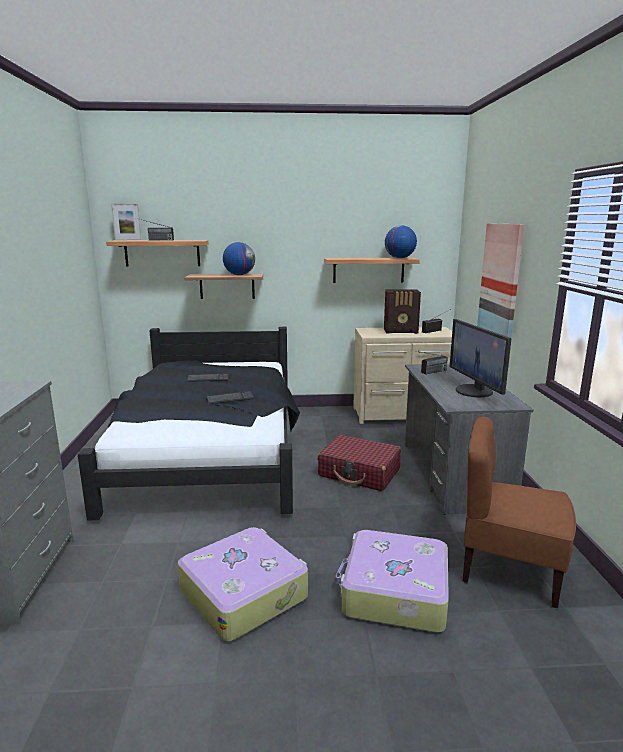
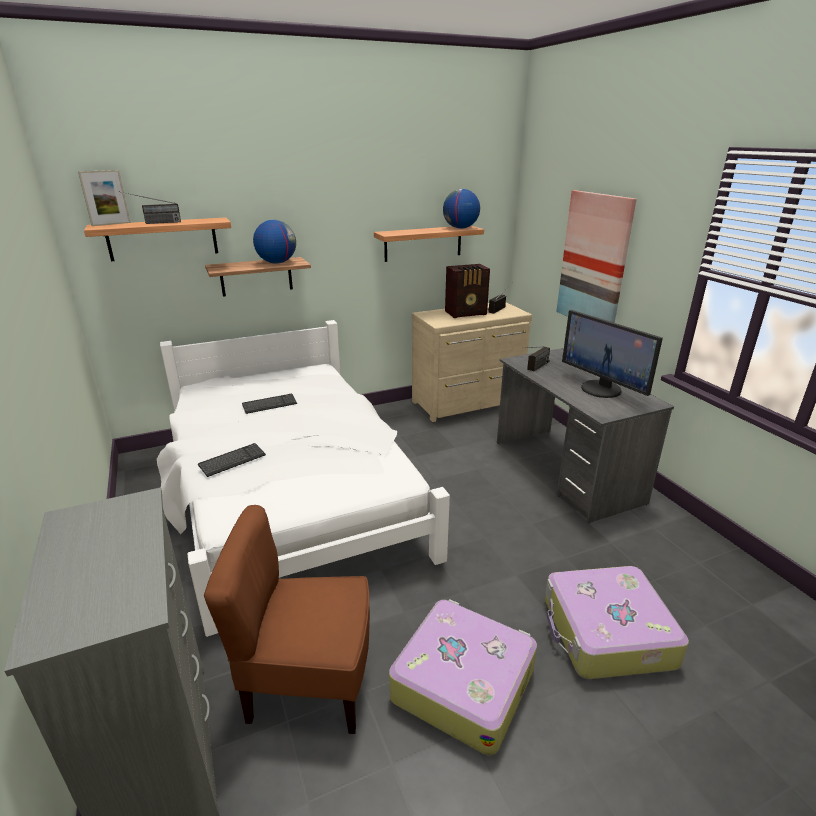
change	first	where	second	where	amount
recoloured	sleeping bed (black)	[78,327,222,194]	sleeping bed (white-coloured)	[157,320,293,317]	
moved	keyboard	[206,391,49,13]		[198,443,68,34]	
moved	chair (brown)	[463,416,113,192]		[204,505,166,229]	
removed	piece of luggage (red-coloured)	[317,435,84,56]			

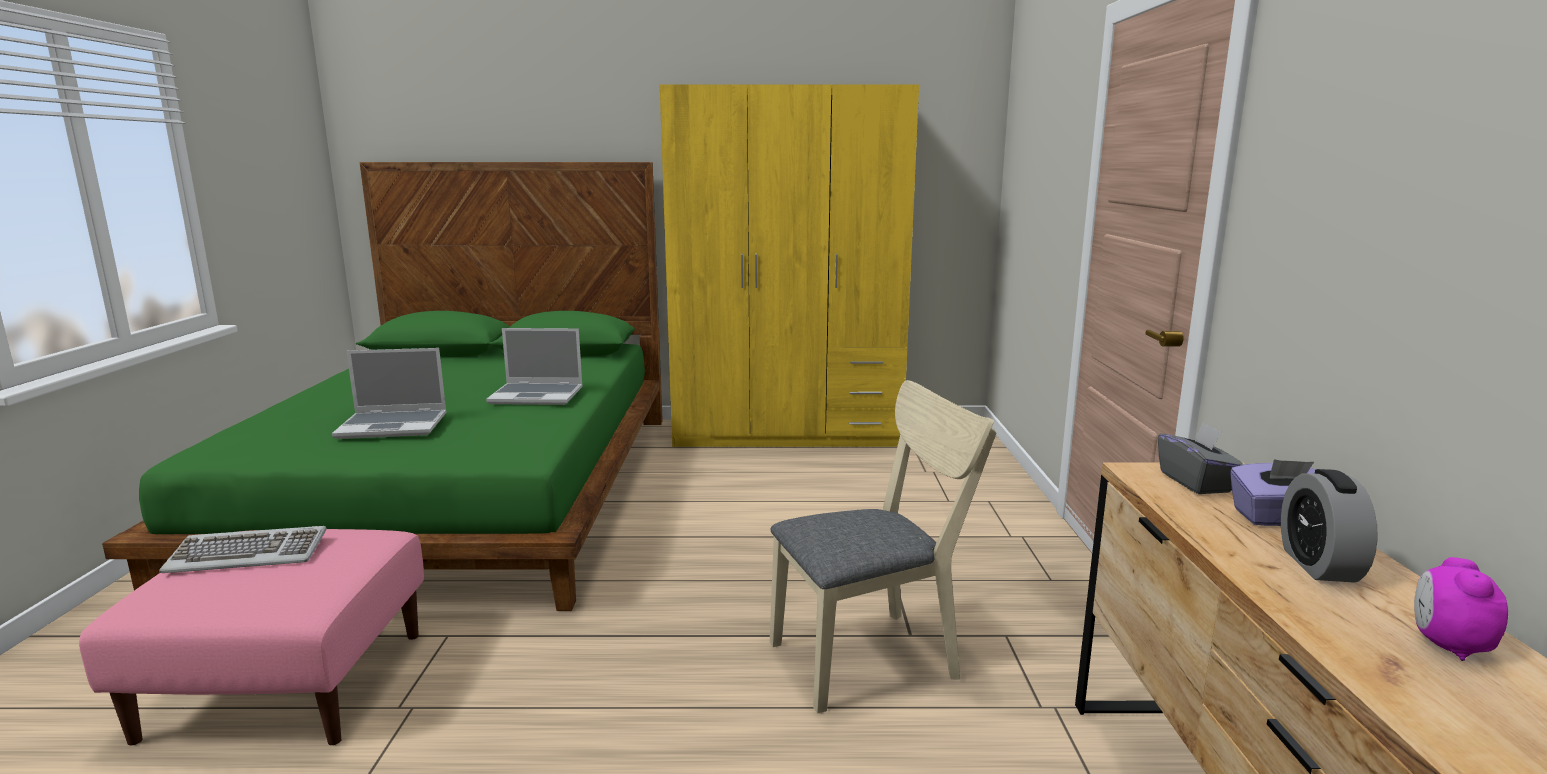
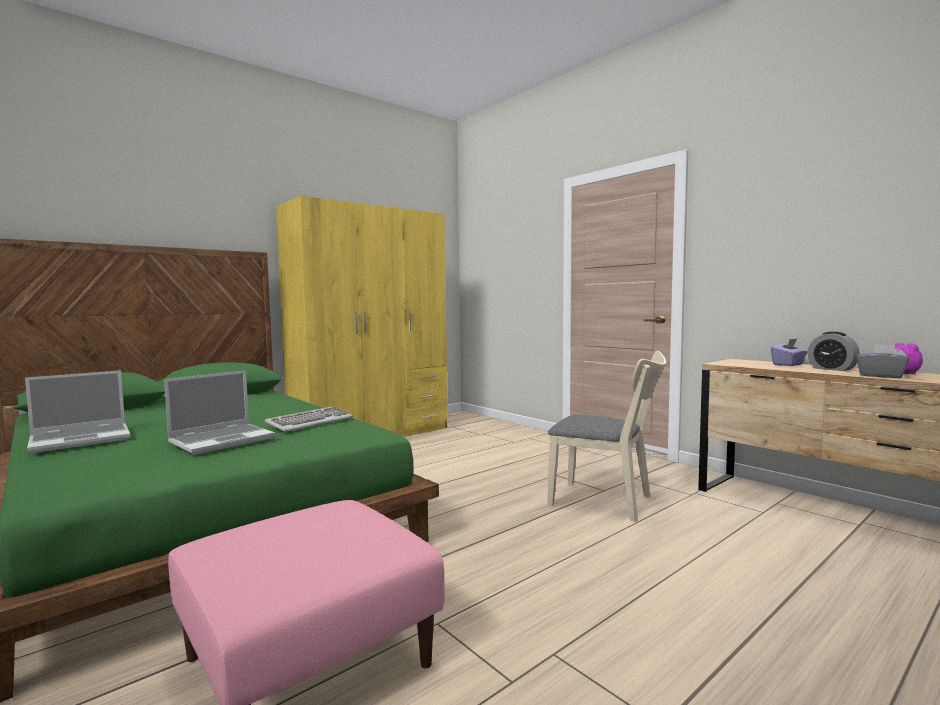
change	first	where	second	where	amount
moved	portable computer	[486,328,97,77]		[25,370,105,83]	
turned	chair (sand-coloured)	[770,380,226,334]		[547,351,119,171]	90 degrees clockwise
moved	box of tissues (grey)	[1158,422,86,72]		[856,344,53,34]	
moved	keyboard	[159,526,168,47]		[265,407,88,25]	

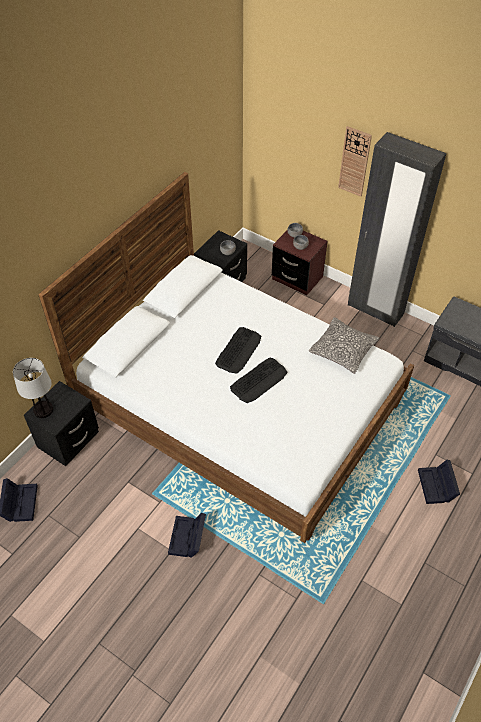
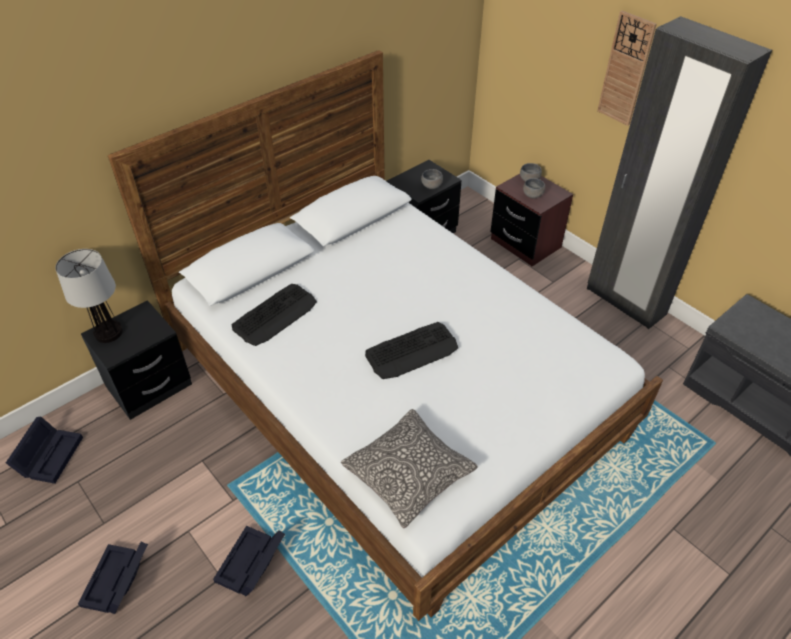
change	first	where	second	where	amount
moved	cushion	[308,317,71,57]		[341,409,137,119]	
moved	keyboard	[215,327,46,47]		[232,284,85,62]	
moved	storage container (black)	[418,460,42,44]		[78,542,70,72]	

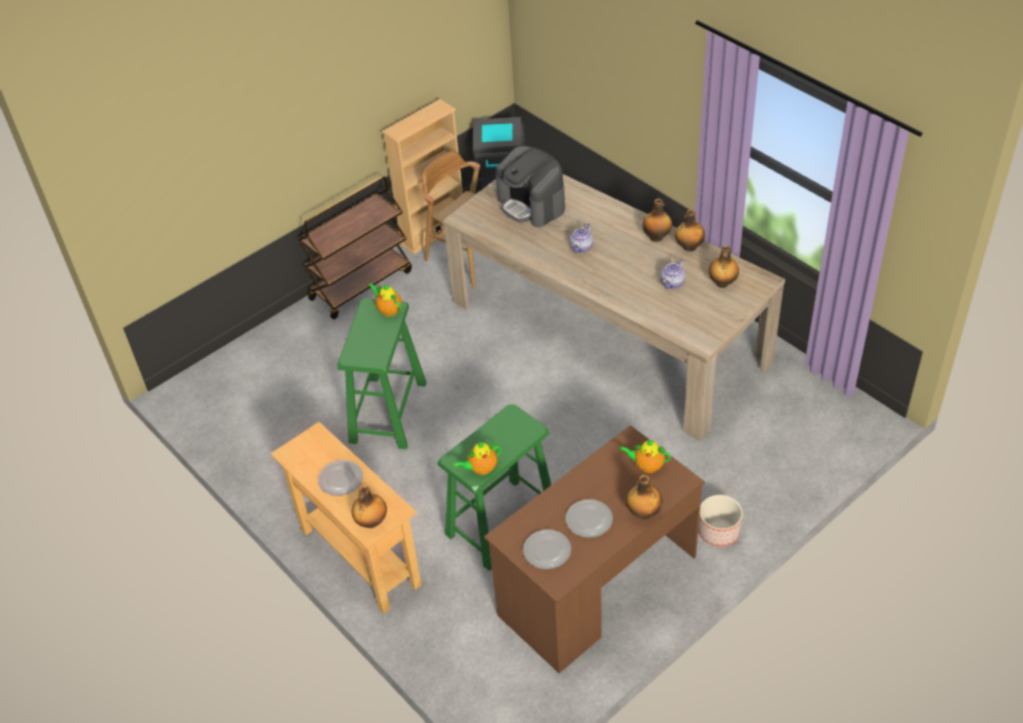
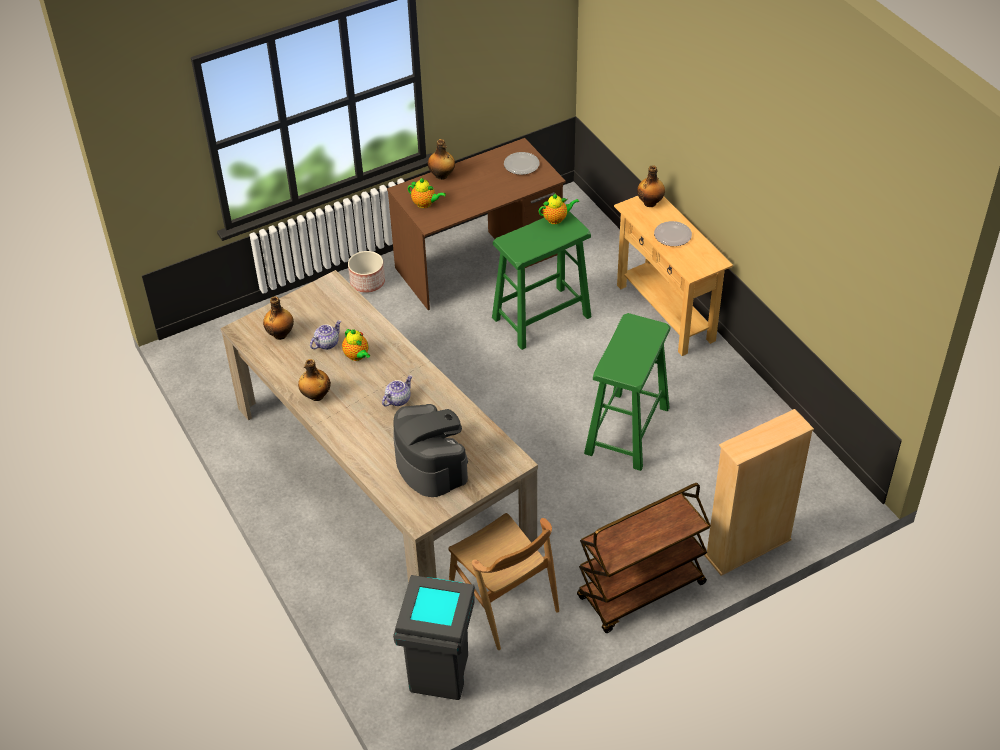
change	first	where	second	where	amount
moved	bookcase (sand-coloured)	[382,99,81,155]		[704,409,110,167]	
removed	drink bottle	[675,209,30,43]			
moved	teapot	[368,283,34,34]		[342,328,28,33]	
removed	dinner plate	[566,499,47,39]			

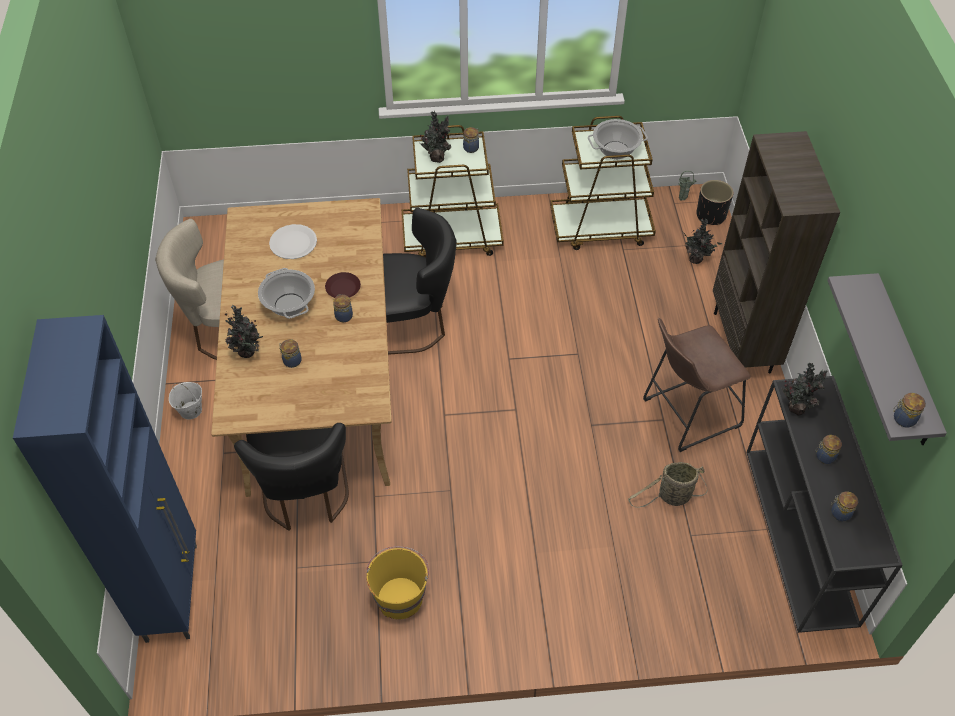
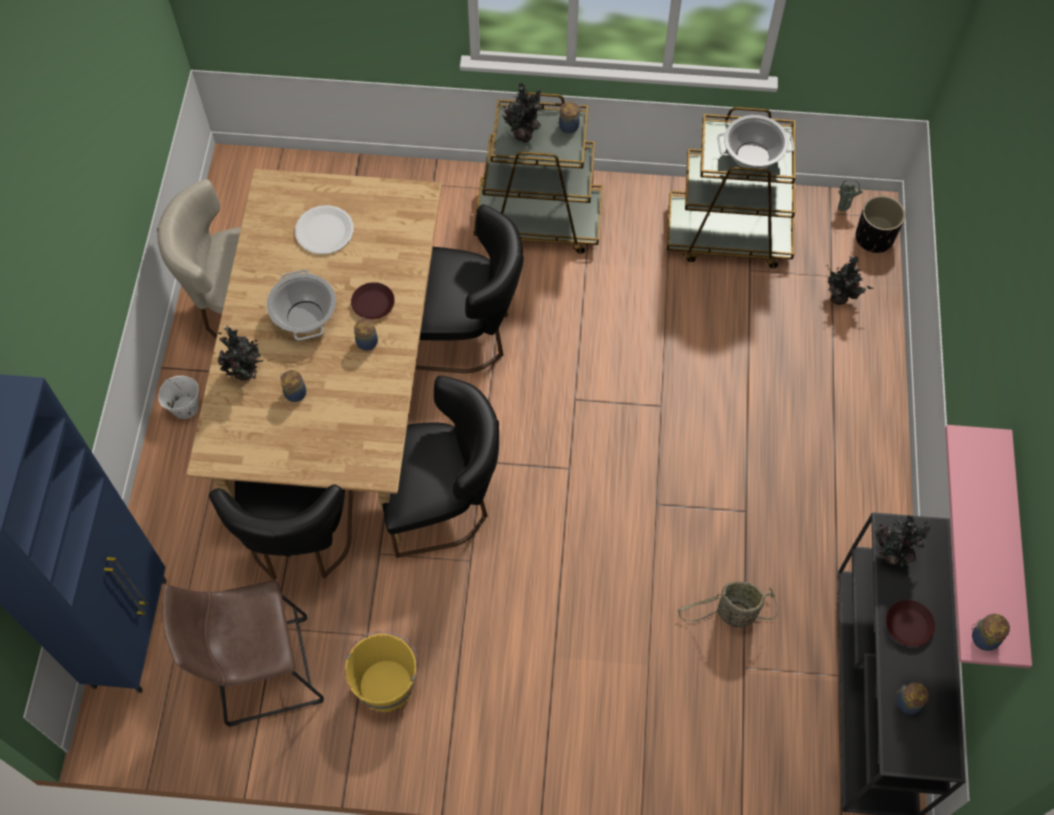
change	first	where	second	where	amount
removed	bookcase (brown)	[713,131,127,242]			
recoloured	bracket shelf (grey)	[827,273,120,172]	bracket shelf (pink-coloured)	[945,425,87,243]	
moved	sitting stool (brown)	[643,318,108,134]		[163,581,161,146]	
replaced	preserve jar	[816,435,26,29]	dinner plate (brown)	[886,600,49,47]	
added			chair (black)	[382,376,117,182]	

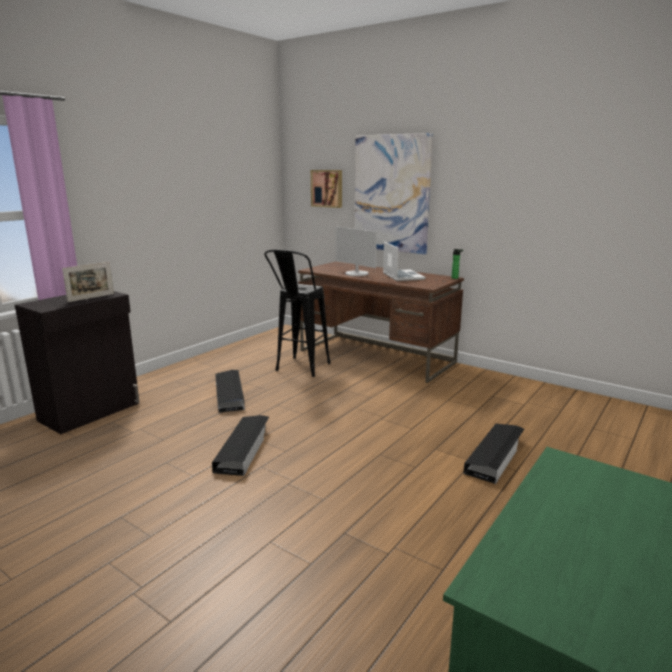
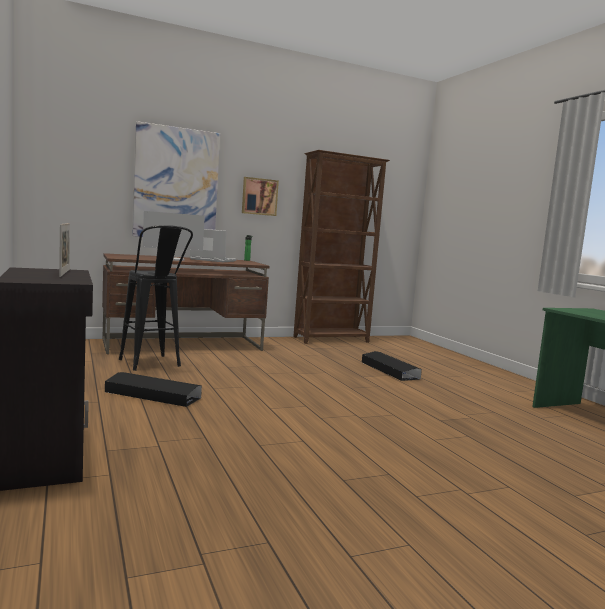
change	first	where	second	where	amount
moved	picture	[311,170,31,38]		[242,177,37,39]	
removed	storage container (black)	[212,415,57,61]			
added			bookcase (brown)	[293,150,97,194]	

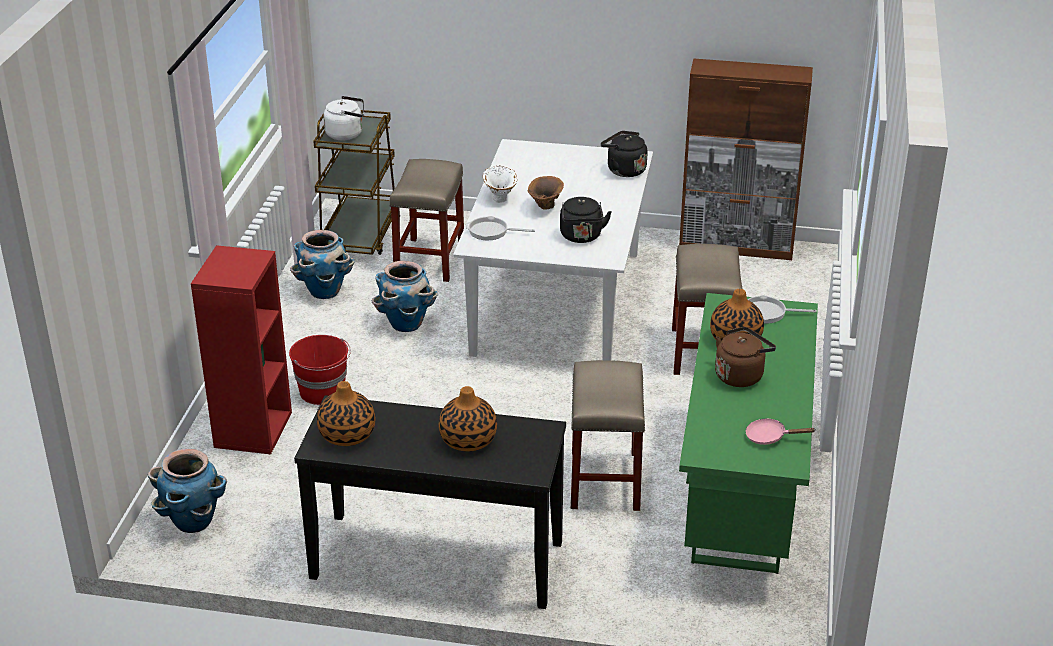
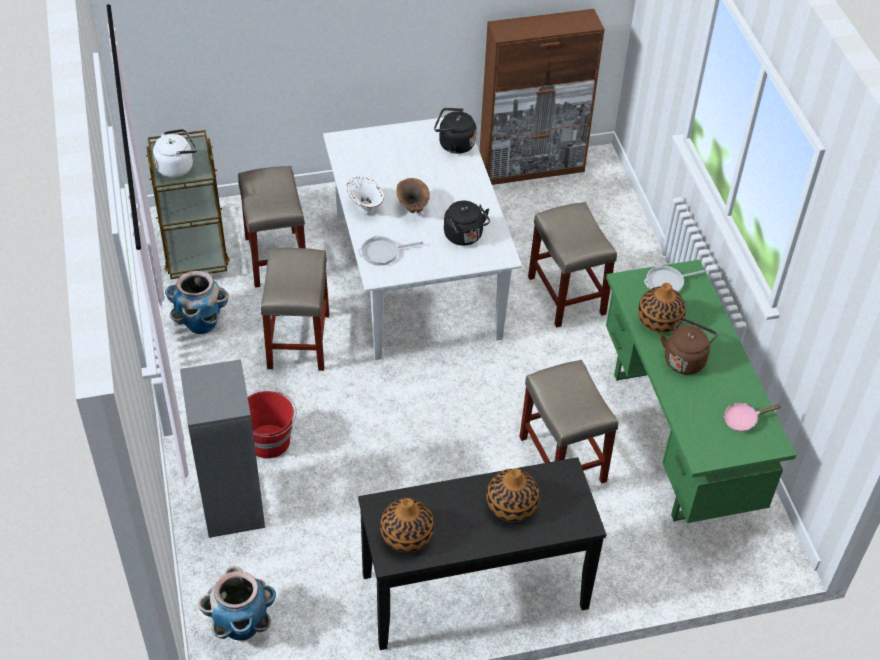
change	first	where	second	where	amount
recoloured	bookcase (red-coloured)	[191,245,101,209]	bookcase (grey)	[180,359,85,179]	
replaced	plant pot	[372,261,66,71]	sitting stool (sand-coloured)	[261,248,68,123]	

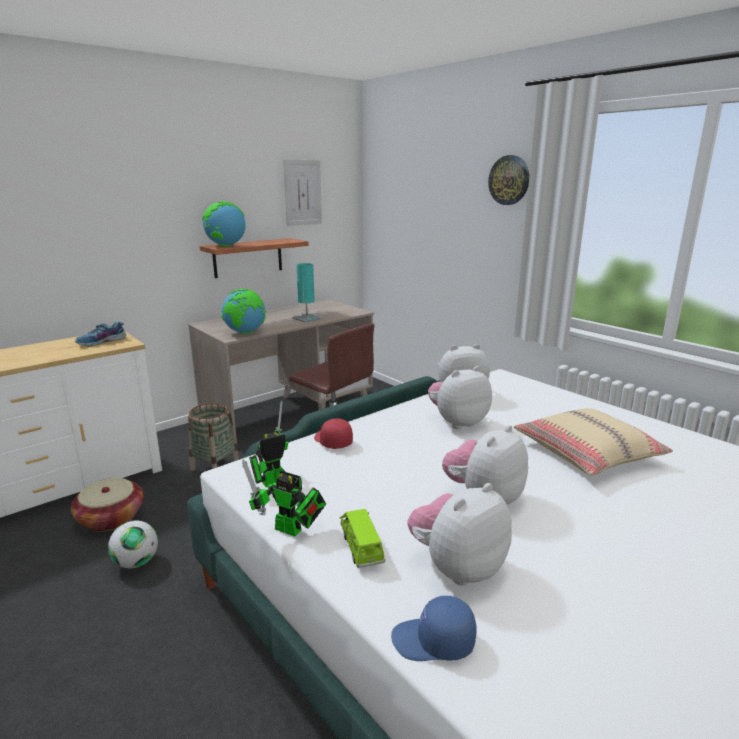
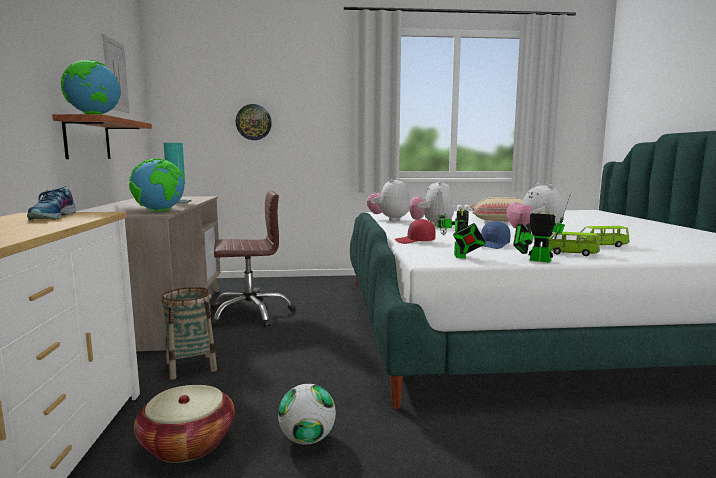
change	first	where	second	where	amount
moved	hanging clock	[488,155,42,50]		[236,104,36,36]	
turned	model robot	[242,460,84,76]		[513,193,58,70]	120 degrees counterclockwise
replaced	plush toy	[407,483,105,102]	miniature car (greenish)	[576,226,54,21]	
moved	baseball cap (blue-coloured)	[391,596,85,65]		[481,221,30,28]	

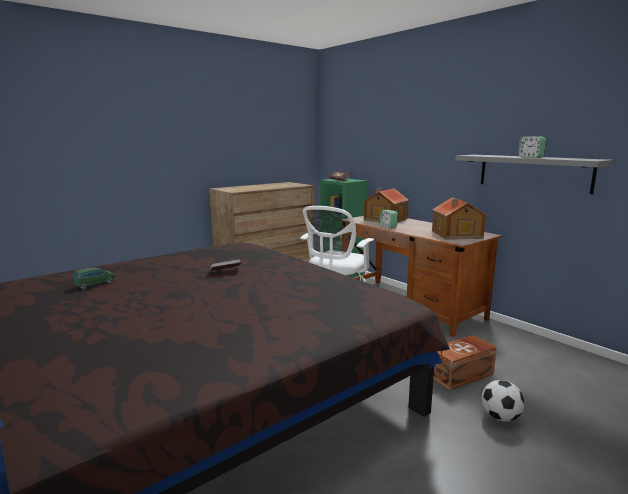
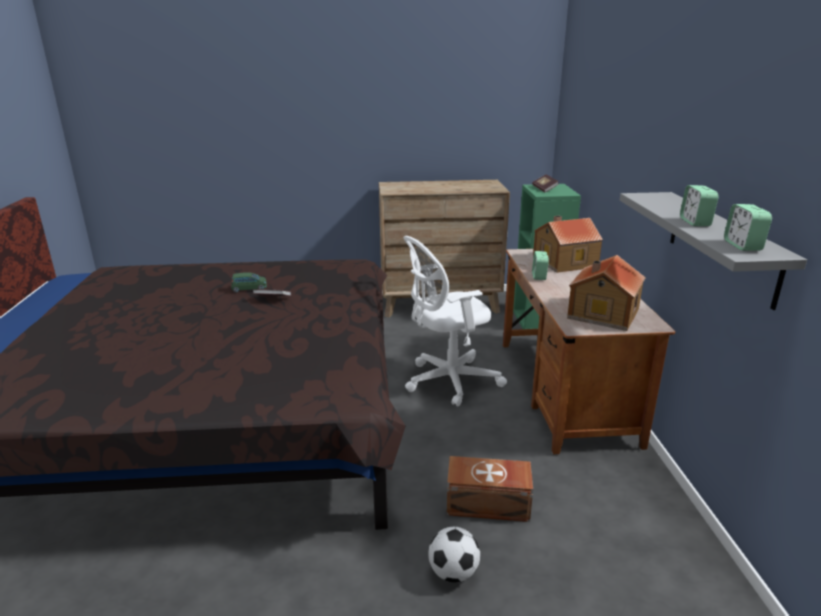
change	first	where	second	where	amount
moved	miniature car (greenish)	[73,267,41,22]		[231,272,36,21]	
added			alarm clock	[724,204,48,47]	

